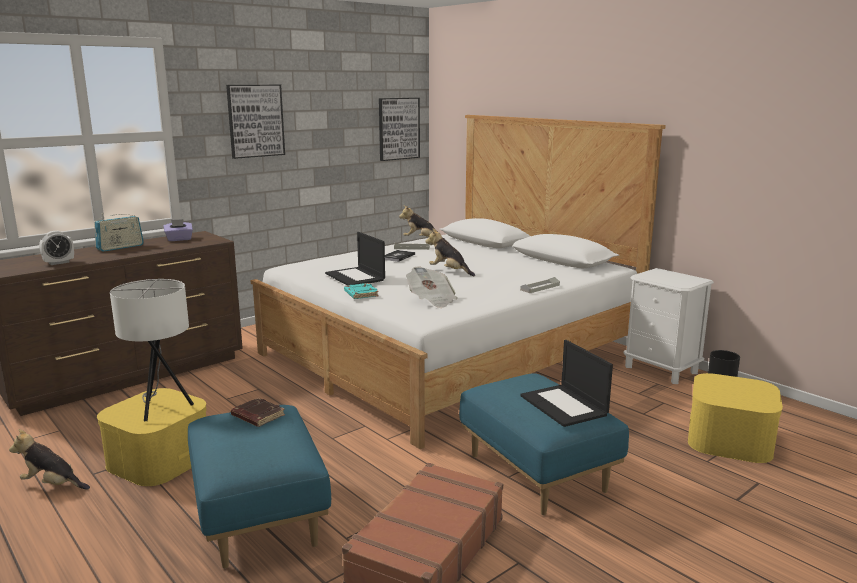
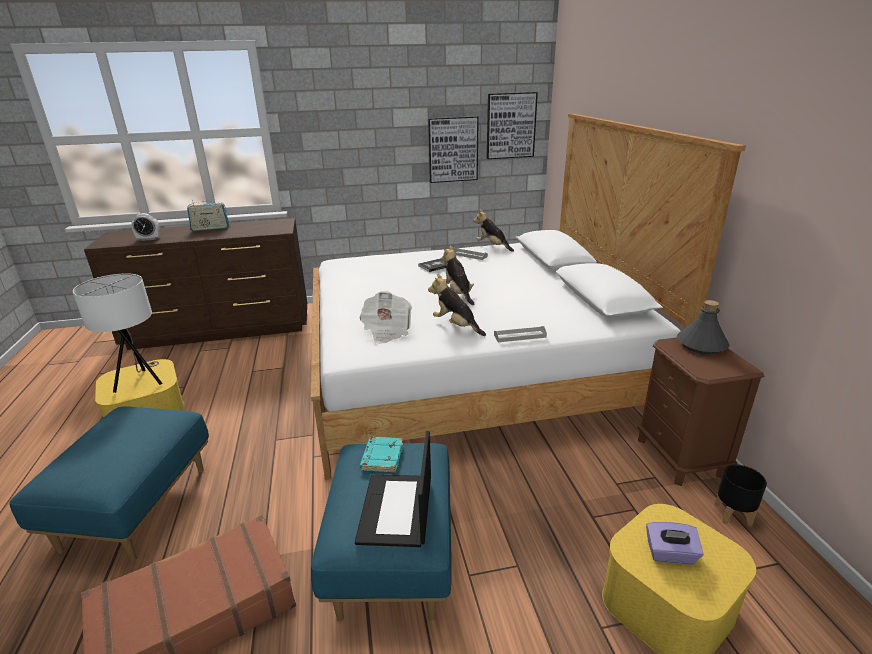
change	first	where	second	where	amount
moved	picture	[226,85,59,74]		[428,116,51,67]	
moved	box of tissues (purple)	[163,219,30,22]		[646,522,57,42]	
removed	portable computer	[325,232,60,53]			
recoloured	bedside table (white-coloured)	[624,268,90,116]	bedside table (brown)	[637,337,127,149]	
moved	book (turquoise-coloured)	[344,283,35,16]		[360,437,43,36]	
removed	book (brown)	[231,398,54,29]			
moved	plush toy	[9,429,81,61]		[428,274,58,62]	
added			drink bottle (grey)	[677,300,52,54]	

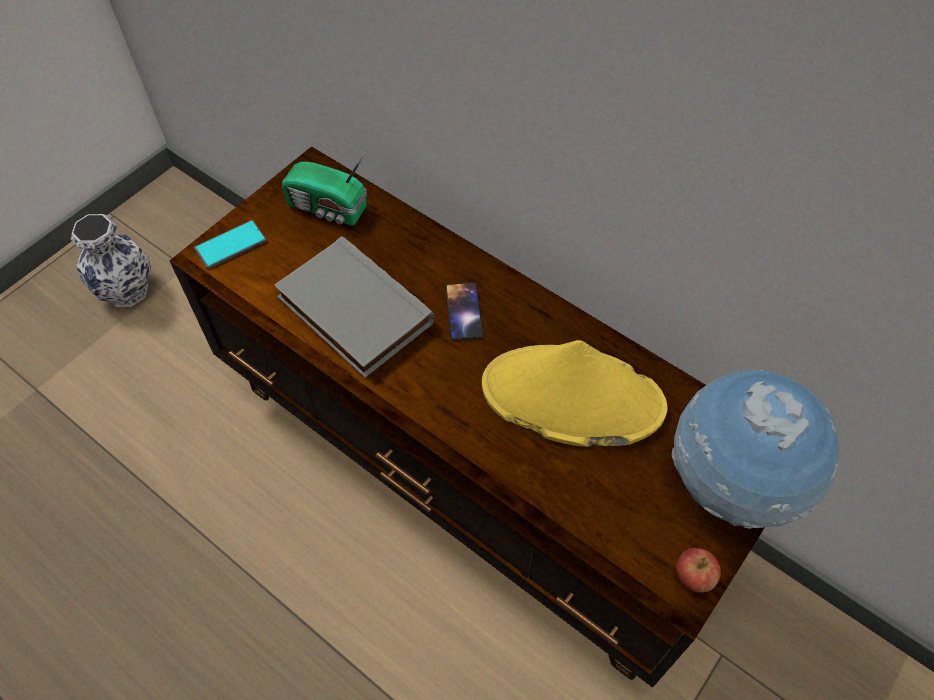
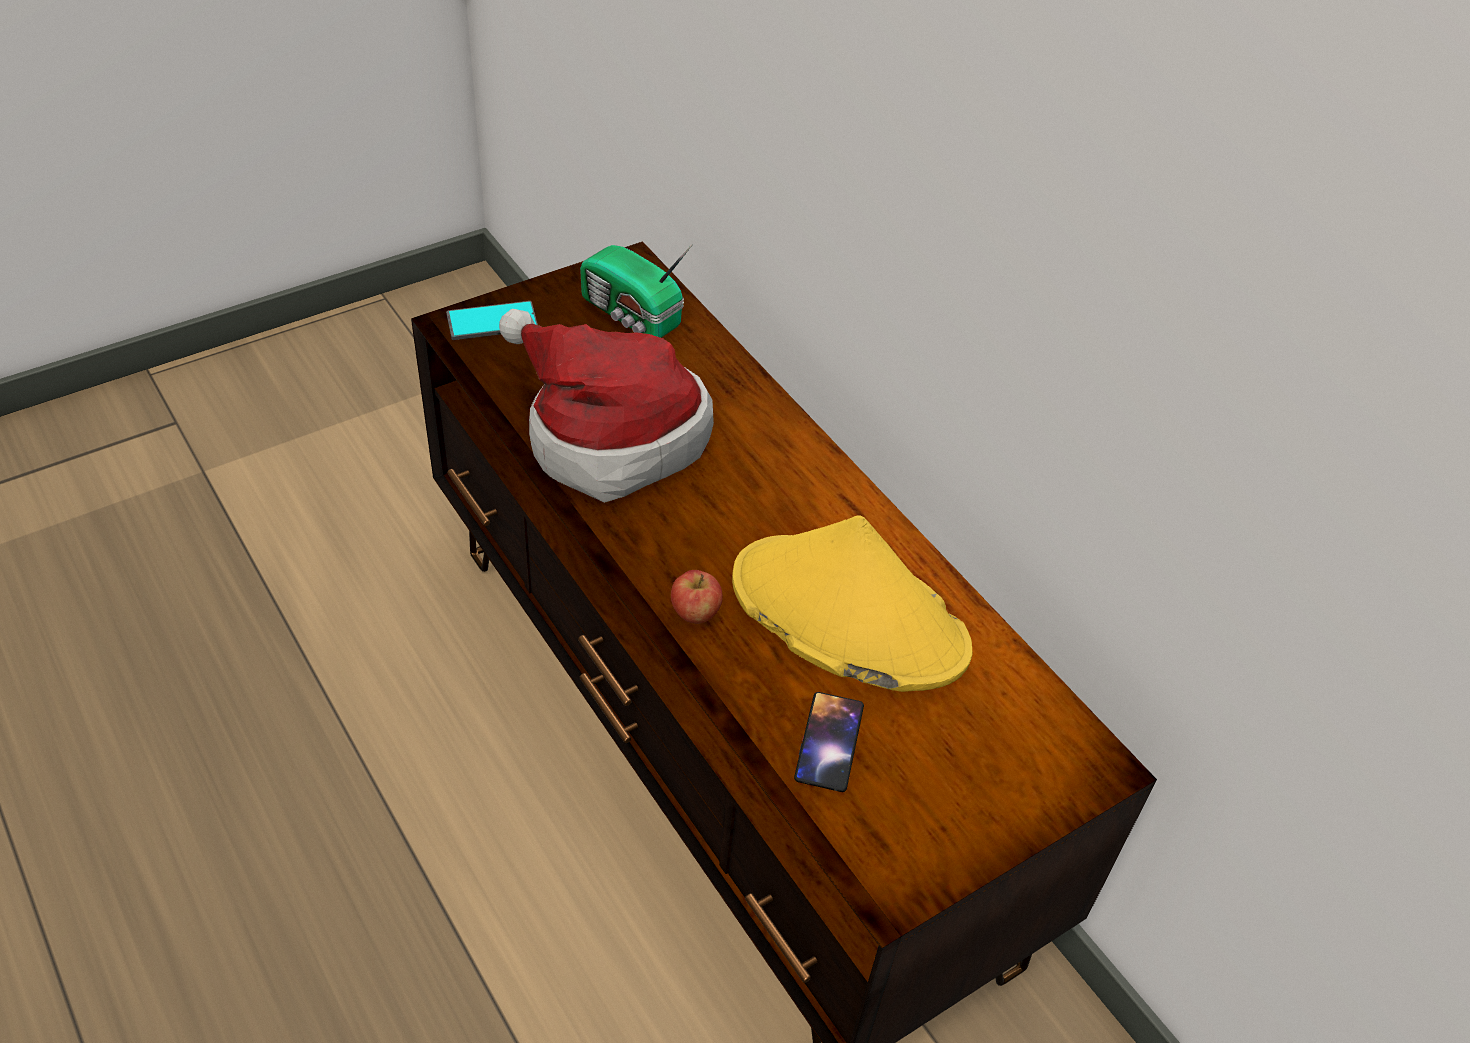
change	first	where	second	where	amount
removed	vase	[70,214,81,93]			
replaced	book (grey)	[274,236,160,142]	clothing hat	[499,309,215,194]	
moved	handset	[445,282,39,59]		[794,692,70,100]	
removed	desk globe	[672,370,167,159]			
moved	apple fruit	[676,548,45,45]		[671,570,52,54]	

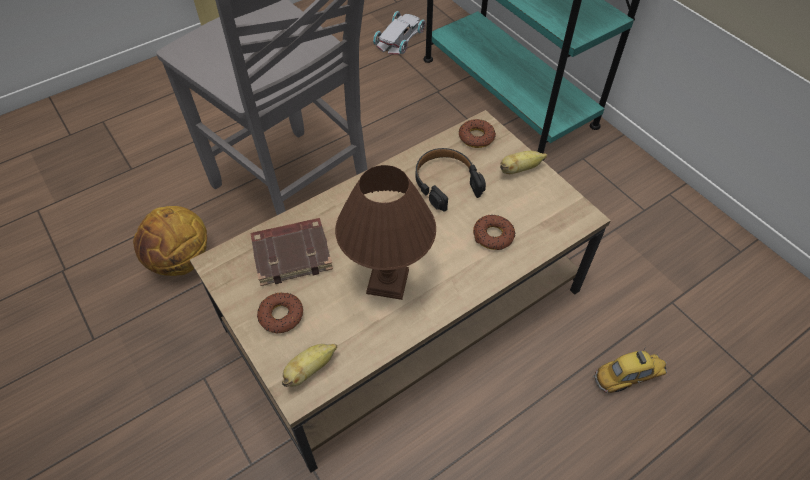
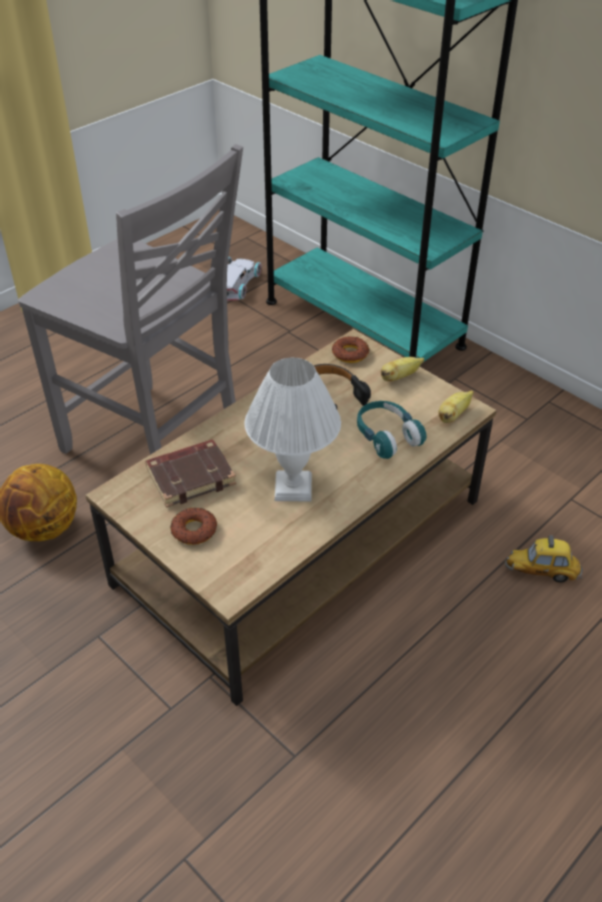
change	first	where	second	where	amount
recoloured	tabletop lamp (brown)	[335,165,101,135]	tabletop lamp (white-coloured)	[245,357,96,145]	
replaced	ring doughnut	[473,215,42,35]	pair of headphones (turquoise-coloured)	[357,401,69,58]	
moved	banana fruit	[282,344,55,43]		[439,390,35,33]	
turned	miniature car	[593,346,74,47]		[505,535,78,48]	150 degrees counterclockwise

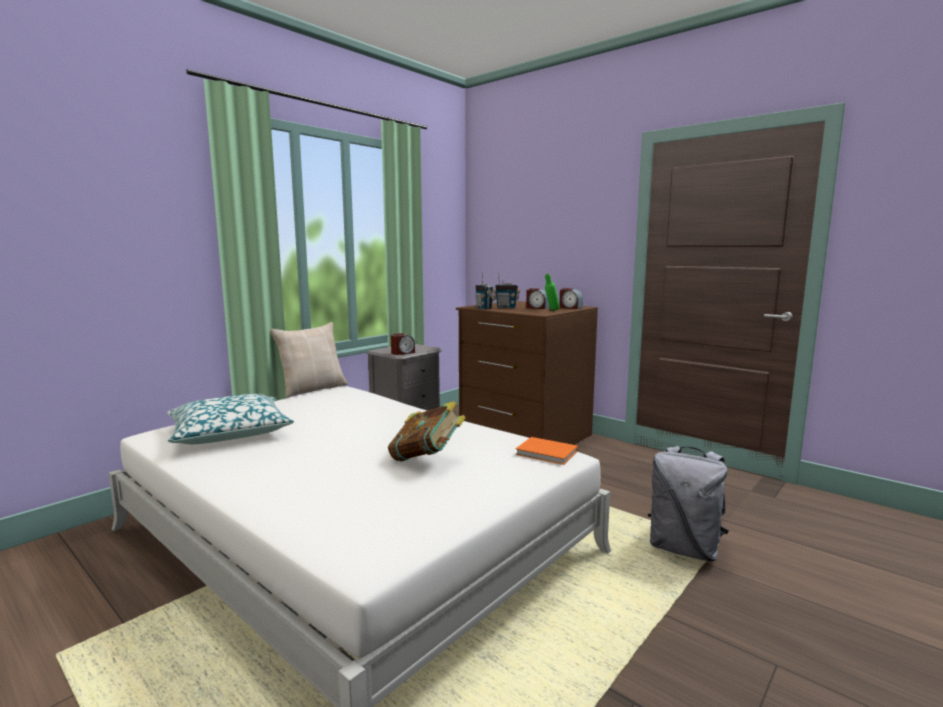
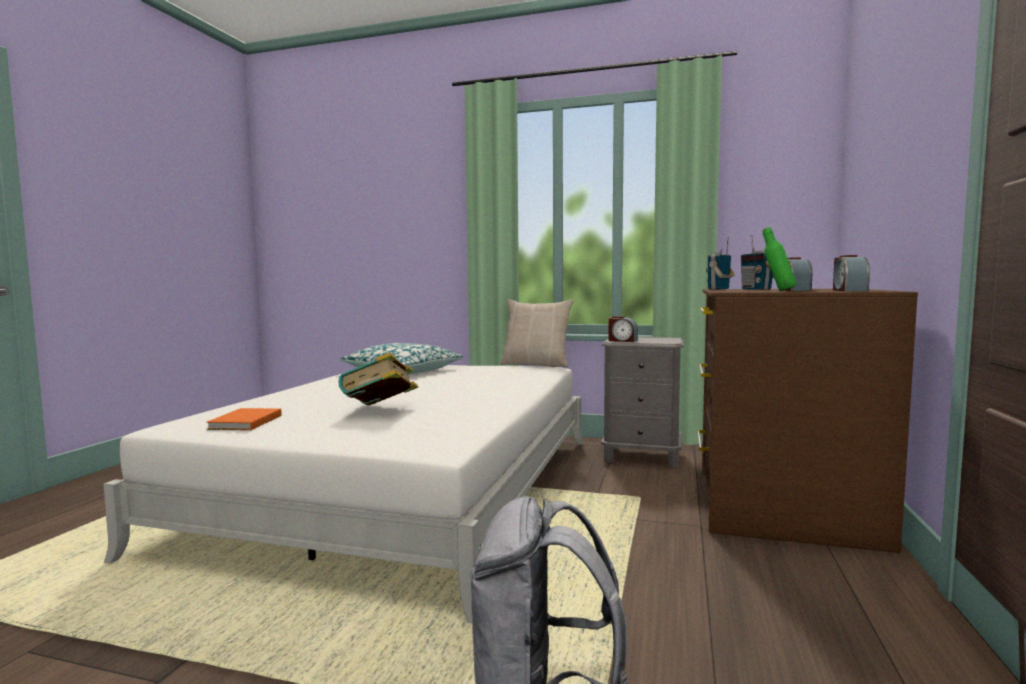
change	first	where	second	where	amount
moved	book (orange-coloured)	[515,437,63,28]		[206,408,76,22]	

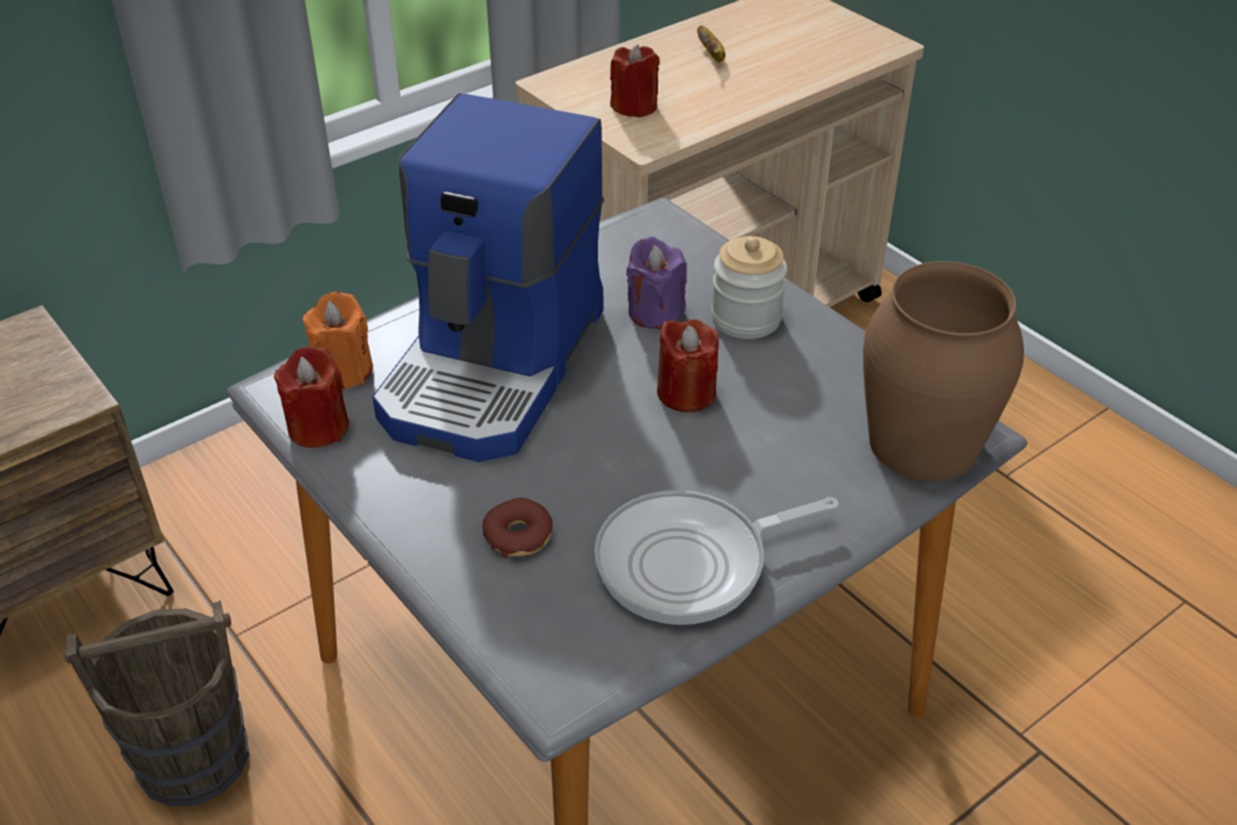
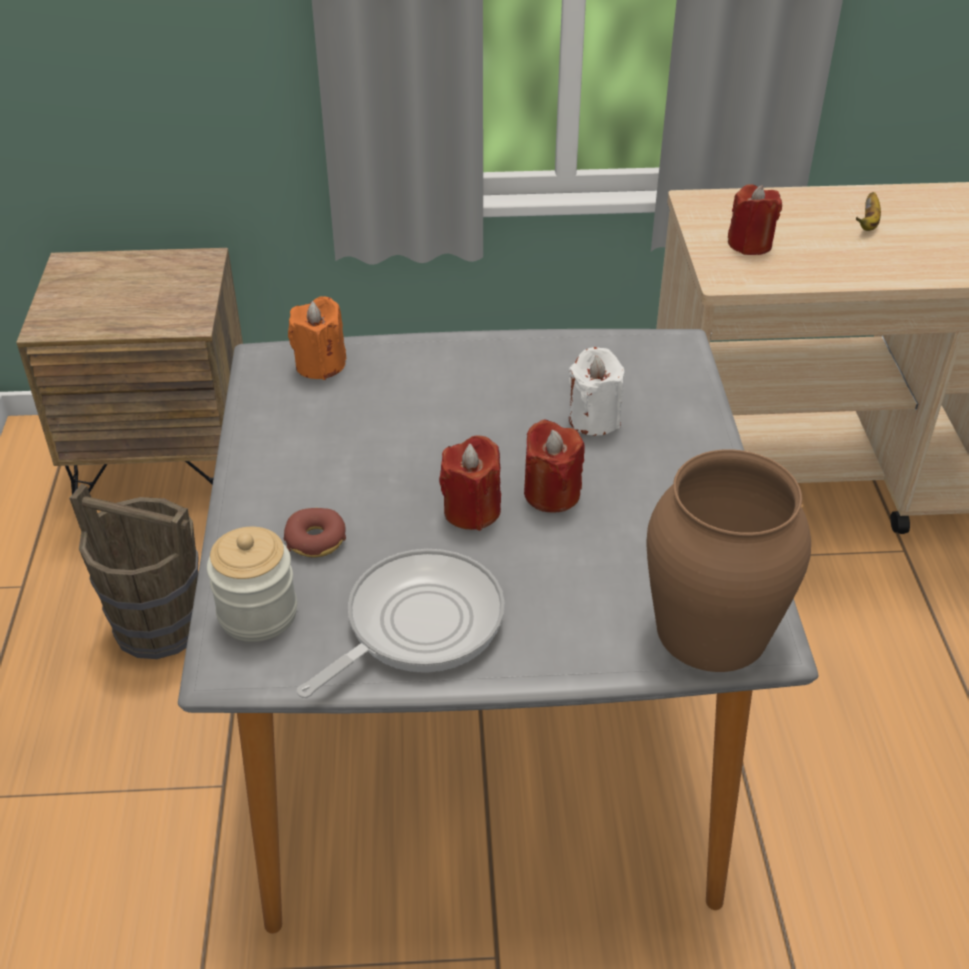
change	first	where	second	where	amount
removed	coffee brewer	[372,93,232,369]			
moved	preserve jar	[711,236,76,103]		[207,527,90,115]	
recoloured	candle (purple)	[626,237,61,92]	candle (white-coloured)	[569,347,56,88]	
moved	candle (red-coloured)	[274,346,75,102]		[439,435,62,96]	
turned	skillet	[594,490,245,135]		[297,549,208,149]	120 degrees clockwise

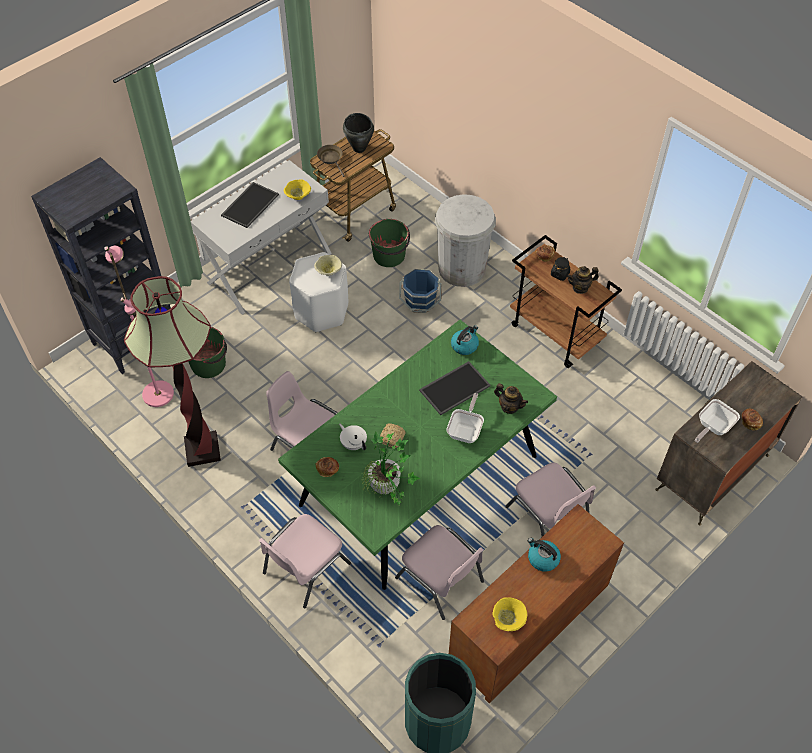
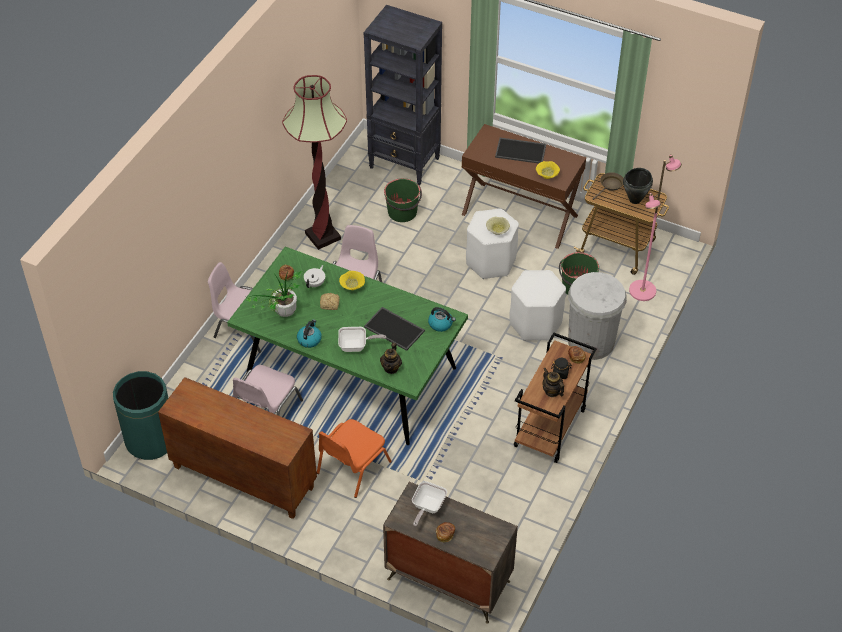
change	first	where	second	where	amount
recoloured	narrow table (white-coloured)	[190,160,142,155]	narrow table (brown)	[462,124,124,125]	
moved	floor lamp (pink-coloured)	[104,246,70,161]		[629,155,53,146]	
replaced	bucket (blue-coloured)	[399,269,43,44]	sitting stool (white-coloured)	[509,270,57,71]	
turned	skillet	[695,399,45,44]		[412,481,35,45]	90 degrees counterclockwise
recoloured	chair (pink-coloured)	[505,463,91,74]	chair (orange-coloured)	[317,419,75,79]	
moved	kettle	[528,538,33,34]		[297,319,25,29]	
moved	deep dish (yellow)	[492,597,35,34]		[339,271,26,19]	

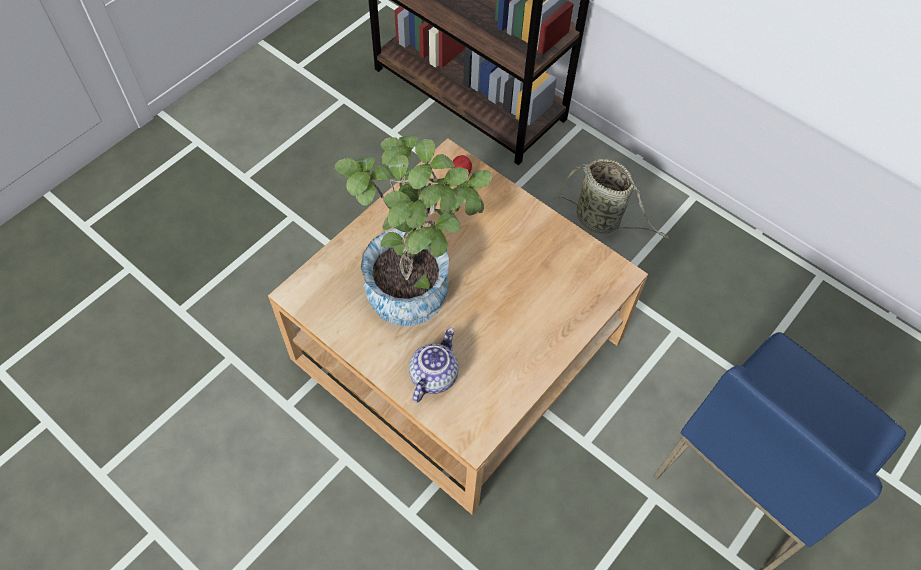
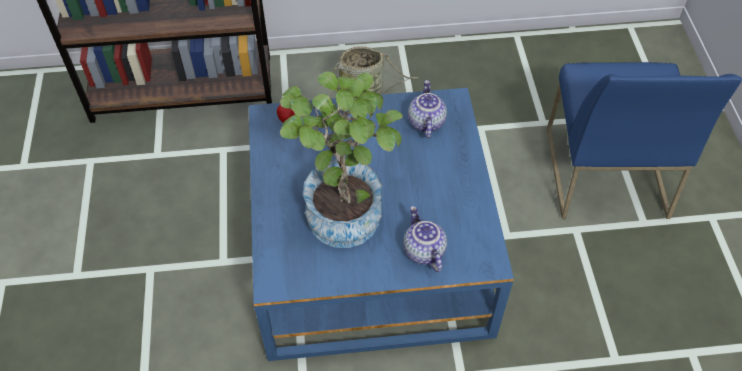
change	first	where	second	where	amount
recoloured	coffee table (sand-coloured)	[268,138,380,377]	coffee table (blue-coloured)	[249,88,265,273]	
added			teapot	[408,80,39,58]	

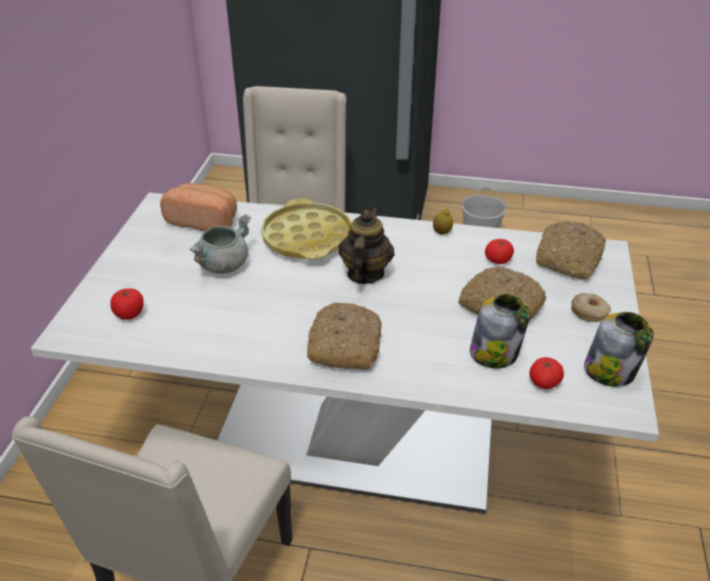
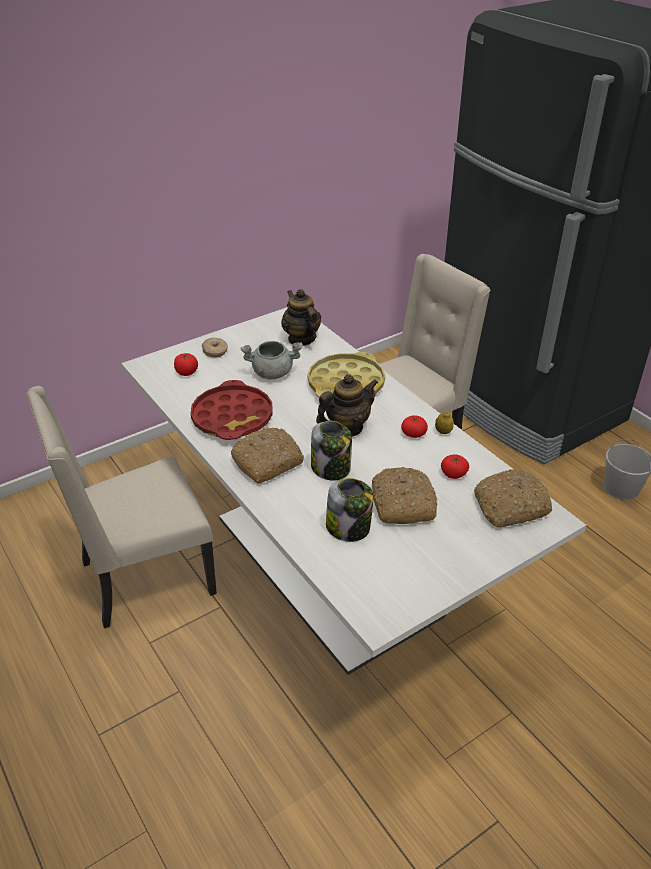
change	first	where	second	where	amount
replaced	bread	[160,183,77,48]	teapot	[281,289,40,57]	
moved	ring doughnut	[571,293,40,29]		[202,338,26,20]	
moved	preserve jar	[584,312,70,75]		[311,421,41,60]	
moved	fresh tomato	[529,357,35,32]		[401,416,27,22]	
added			tray (red-coloured)	[191,380,82,60]	

